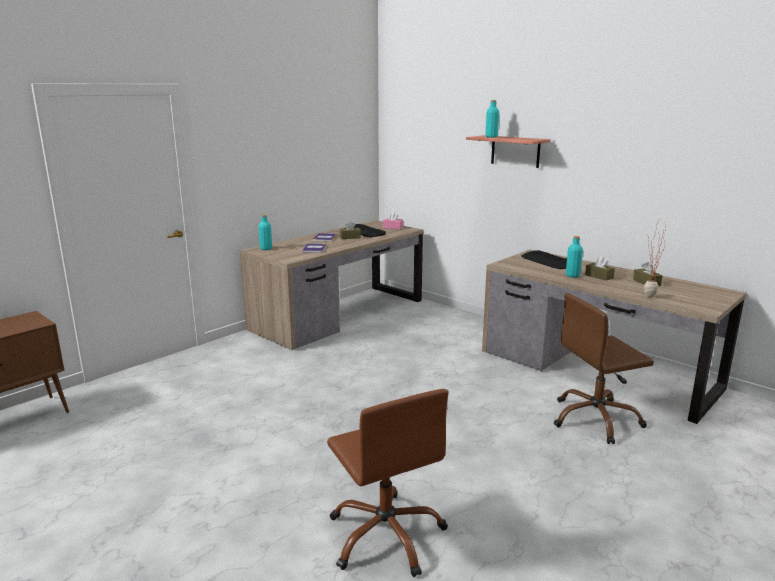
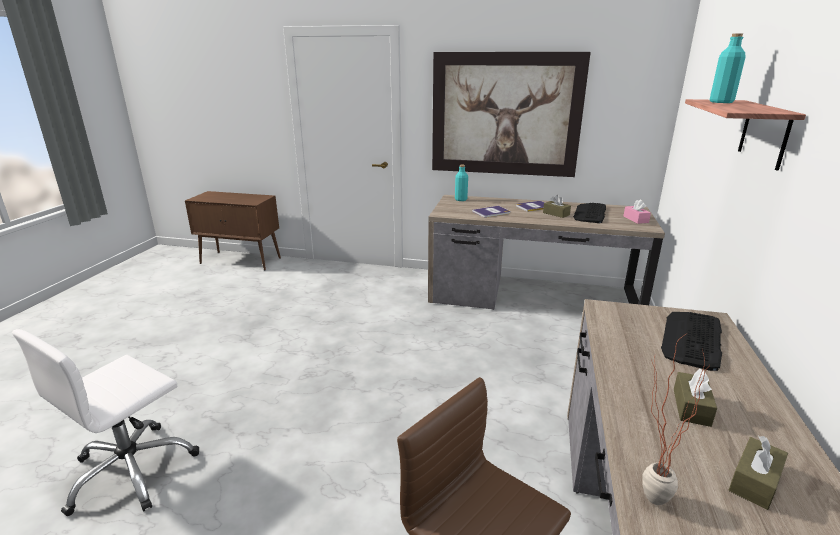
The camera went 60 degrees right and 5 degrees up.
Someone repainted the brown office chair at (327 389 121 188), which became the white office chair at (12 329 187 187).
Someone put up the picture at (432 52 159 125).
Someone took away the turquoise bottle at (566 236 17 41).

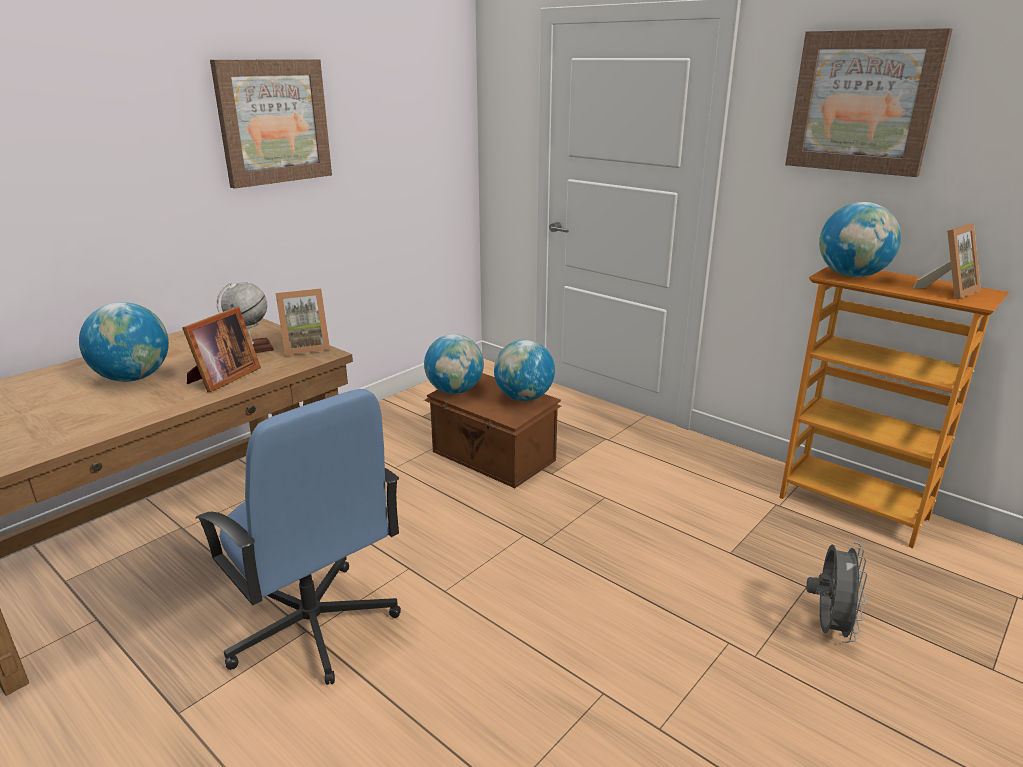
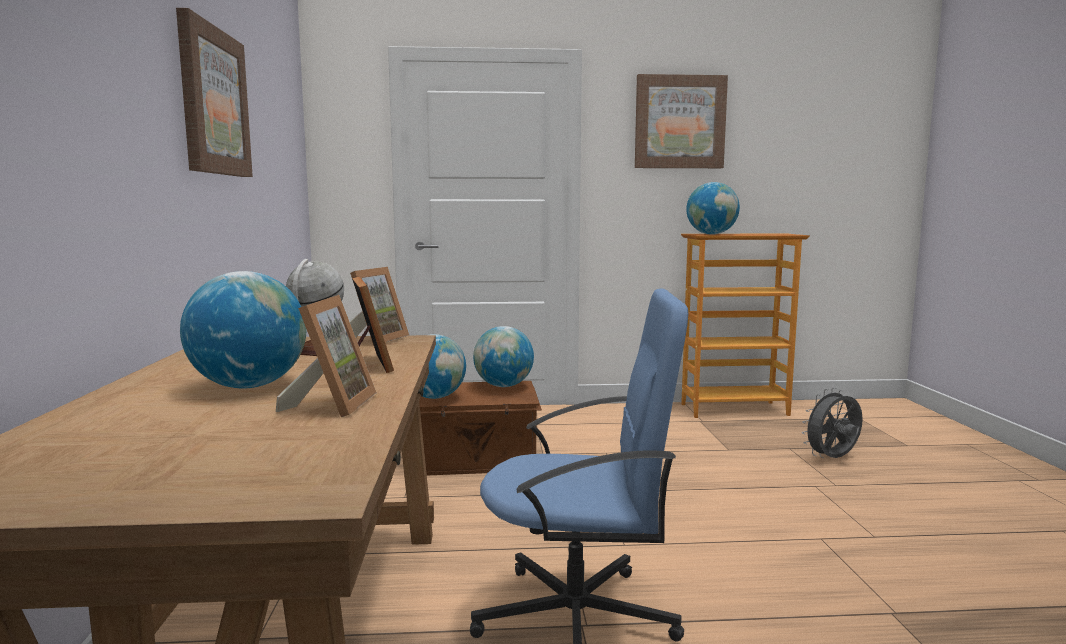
The camera went 45 degrees left and 15 degrees down.
Someone carried the picture frame from (913 223 68 76) to (276 295 101 122).
Someone rotated the grey fan at (806 542 61 101) by 90 degrees counterclockwise.

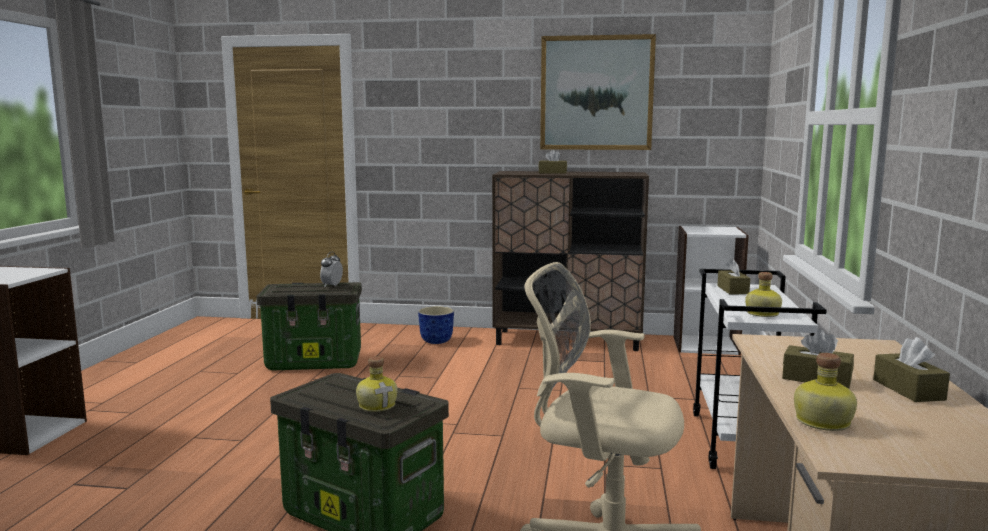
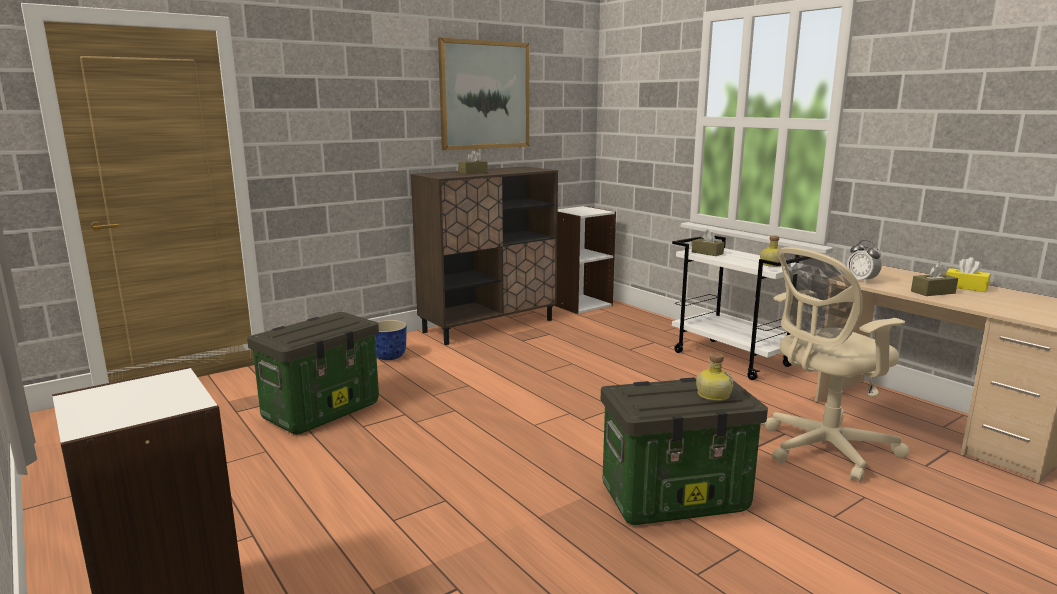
The camera went 45 degrees left and 5 degrees up.
Someone carried the alarm clock from (320 252 23 35) to (847 240 35 43).
Someone repainted the brown tissue box at (873 337 77 65), which became the yellow tissue box at (946 257 44 35).
Someone took away the bottle at (794 353 63 78).

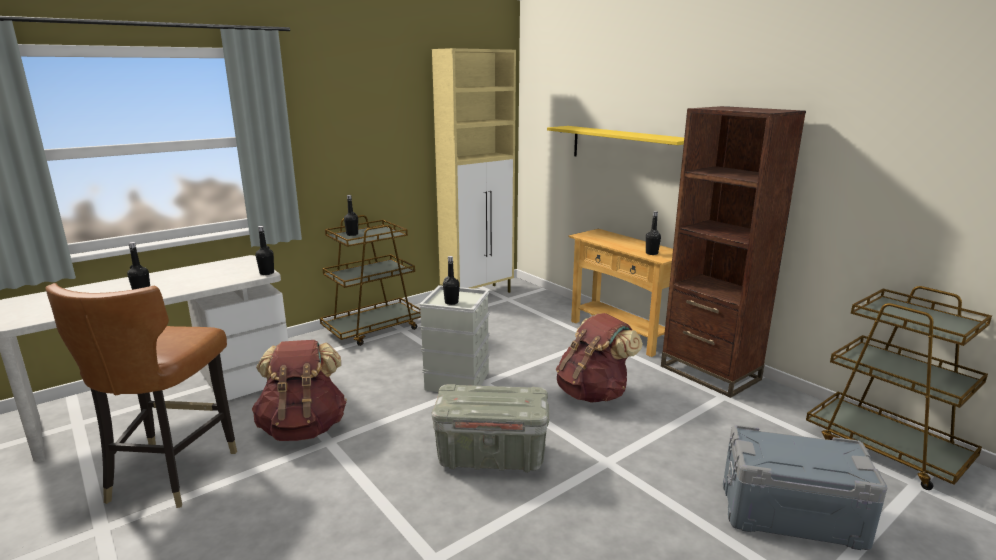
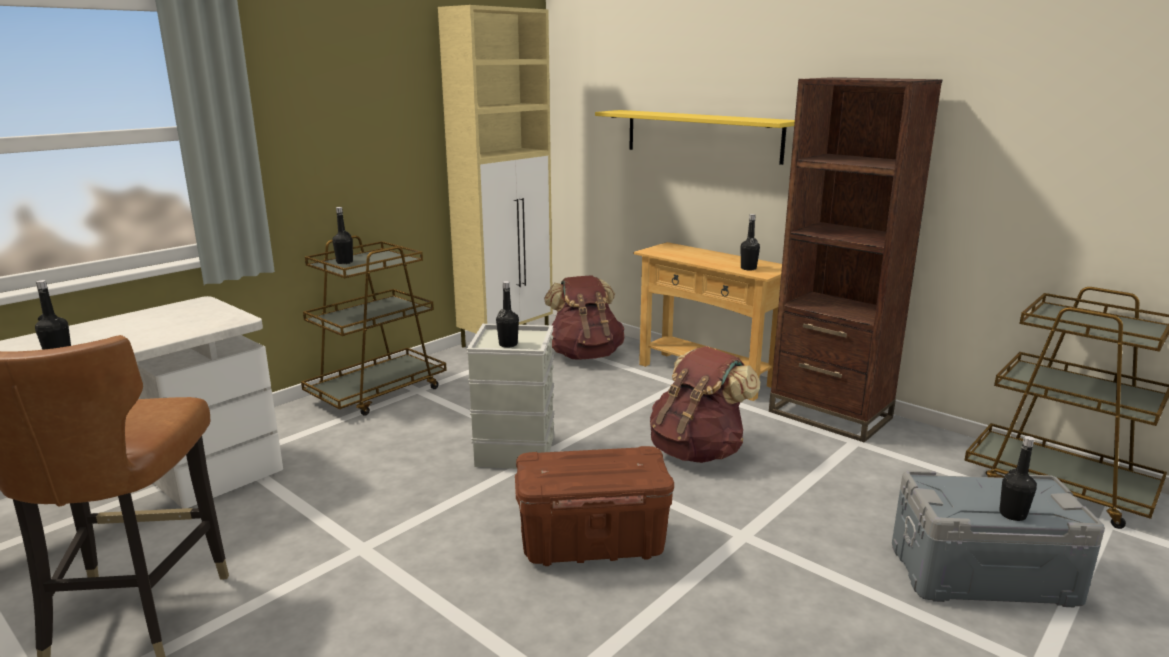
The camera went 10 degrees left and 0 degrees up.
Someone repainted the grey storage box at (432 384 117 88), which became the brown storage box at (515 446 159 120).
Someone carried the brown backpack from (252 340 95 101) to (544 275 80 85).
Someone carried the black bottle from (255 226 19 49) to (999 436 38 85).

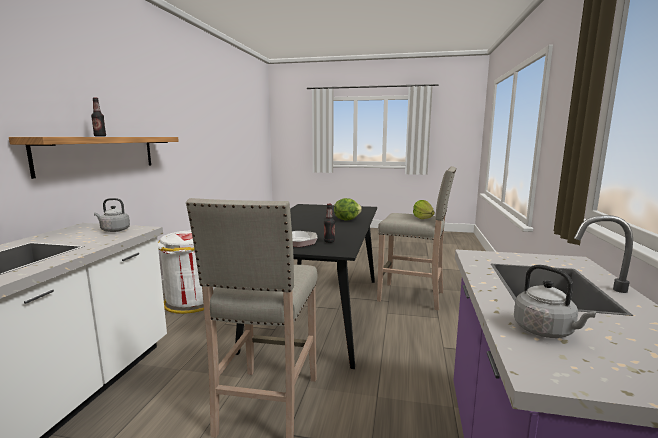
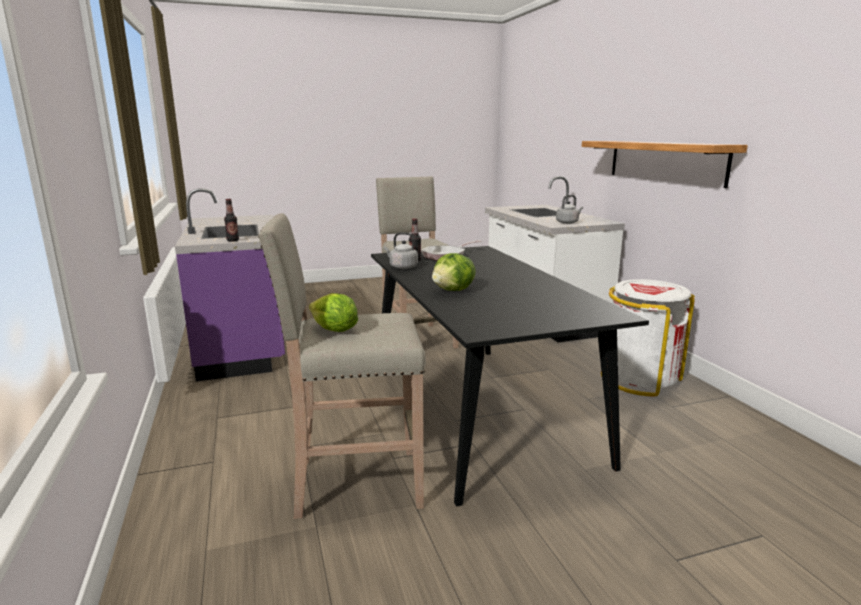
The camera went 150 degrees right and 5 degrees up.
Someone carried the bottle from (91 97 15 40) to (224 199 15 43).
Someone carried the grey kettle from (514 265 82 73) to (384 232 34 37).

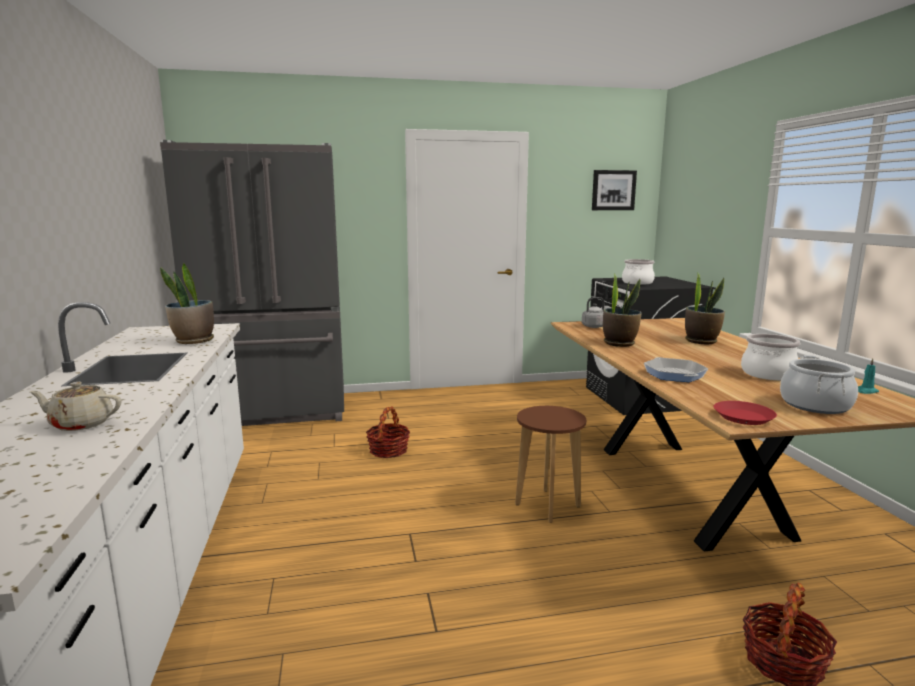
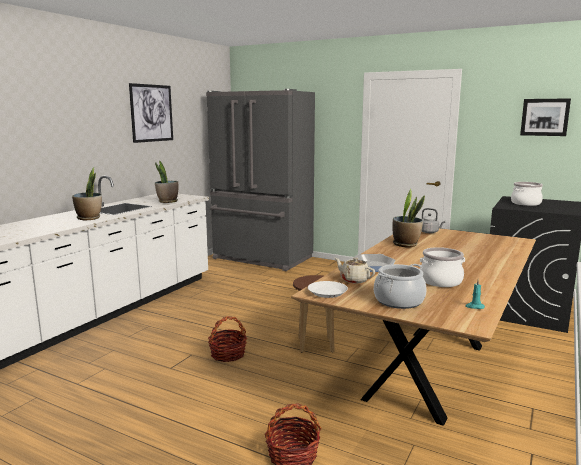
The camera went 40 degrees right and 0 degrees up.
Someone carried the potted plant from (685 272 40 72) to (72 168 30 52).
Someone put up the picture at (129 83 44 60).
Someone carried the basket from (366 406 44 52) to (208 316 39 46).
Someone repainted the red plate at (714 401 63 24), which became the white plate at (308 281 40 17).
Someone carried the beige teapot from (29 382 93 49) to (335 257 40 26).

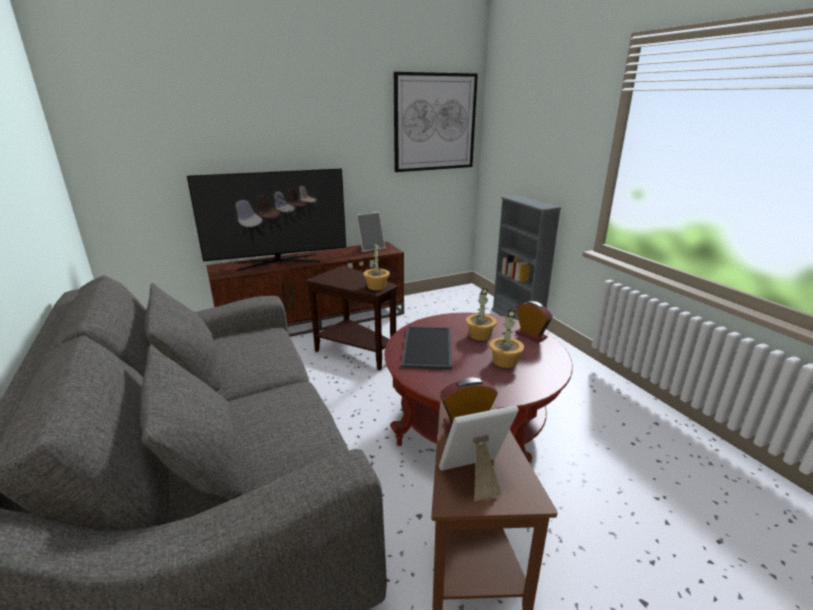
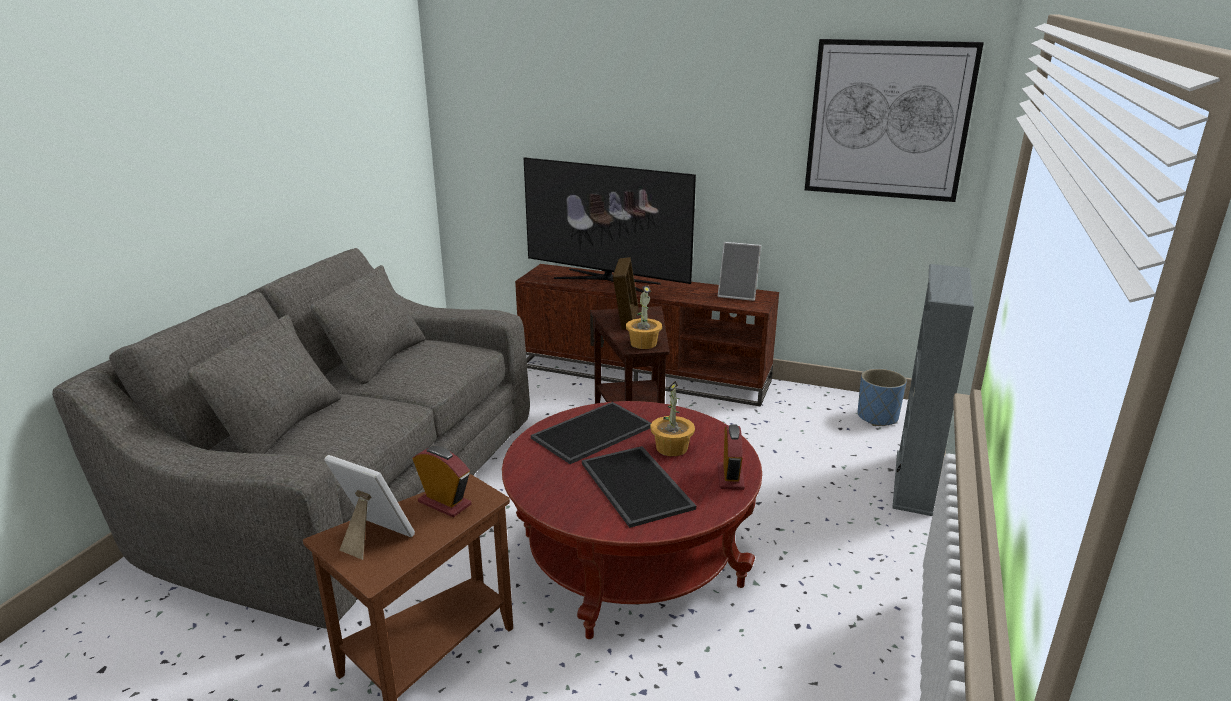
The camera went 45 degrees right and 0 degrees up.
Someone swapped the potted plant at (490 310 34 58) for the tray at (582 446 114 82).
Someone put down the picture frame at (613 257 25 73).
Someone put down the blue planter at (858 369 49 57).

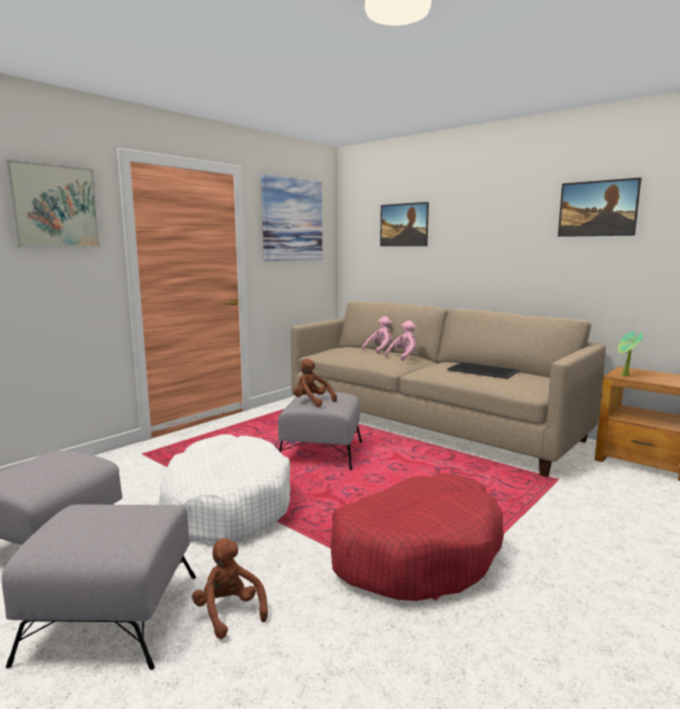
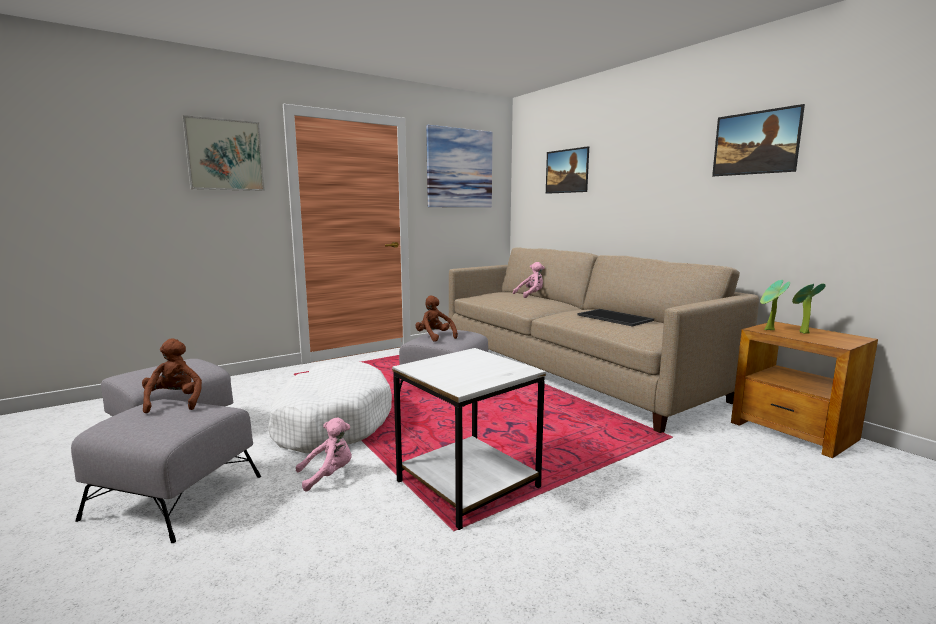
The camera went 15 degrees right and 0 degrees up.
Someone carried the brown plush toy from (192 538 76 101) to (142 339 60 74).
Someone carried the pink plush toy from (385 321 31 40) to (296 417 56 75).
Someone swapped the red dog bed at (330 473 174 128) for the white side table at (392 348 154 182).
Someone put down the potted plant at (792 283 34 51).

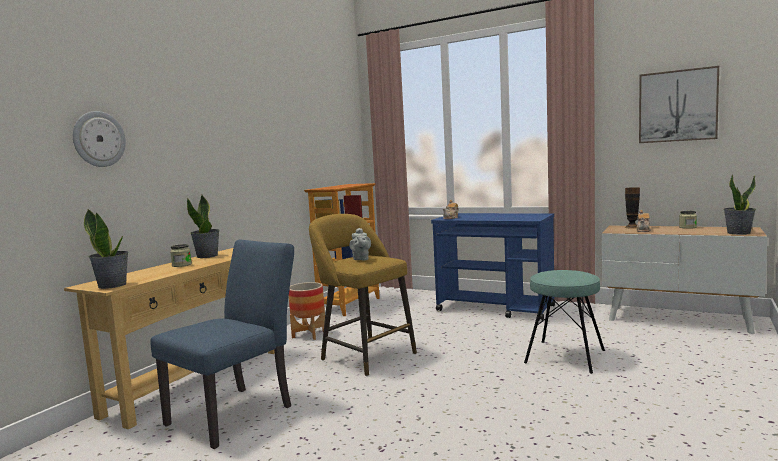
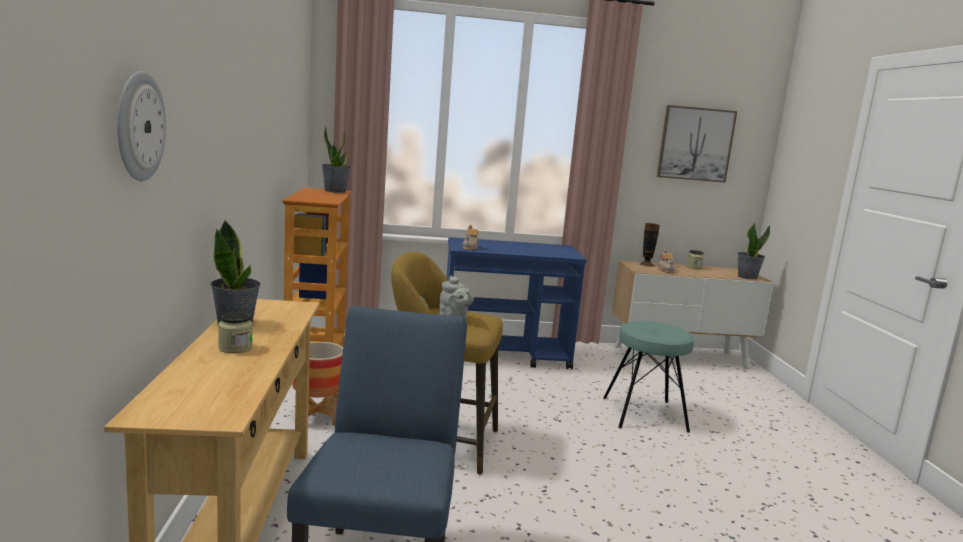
The camera went 35 degrees left and 5 degrees up.
Someone carried the potted plant from (84 209 45 80) to (322 127 28 66).

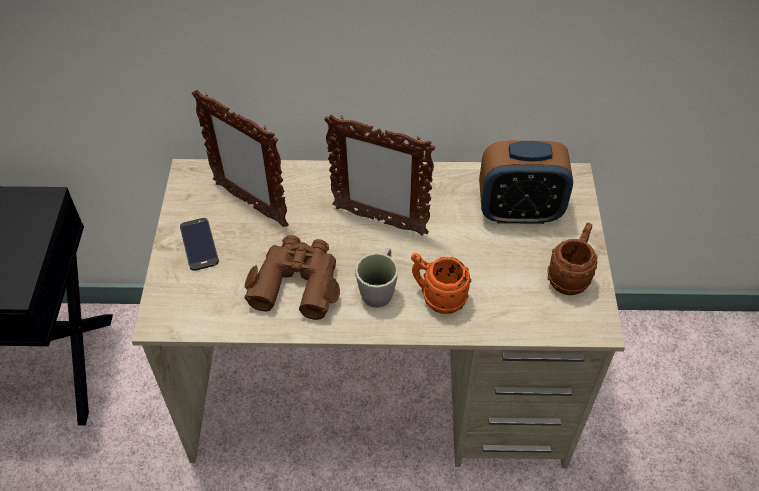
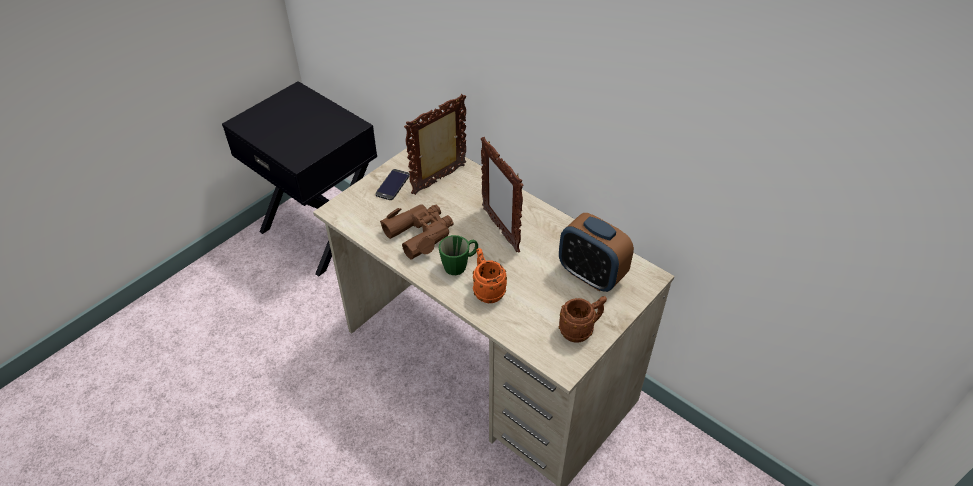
The camera went 40 degrees right and 5 degrees down.
Someone rotated the picture frame at (192 90 97 137) by 60 degrees clockwise.
Someone repainted the grey mug at (355 248 44 60), which became the green mug at (439 235 39 40).

